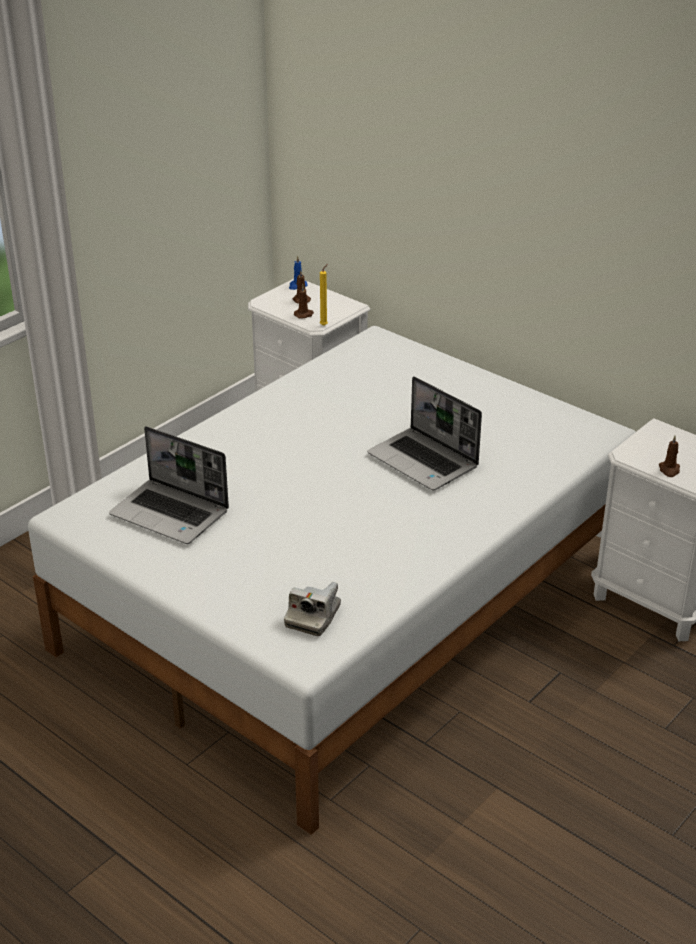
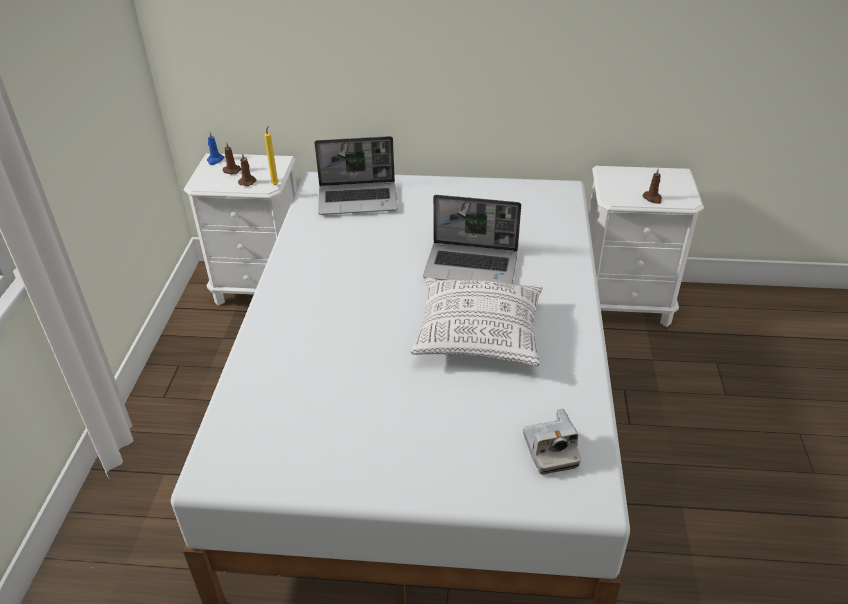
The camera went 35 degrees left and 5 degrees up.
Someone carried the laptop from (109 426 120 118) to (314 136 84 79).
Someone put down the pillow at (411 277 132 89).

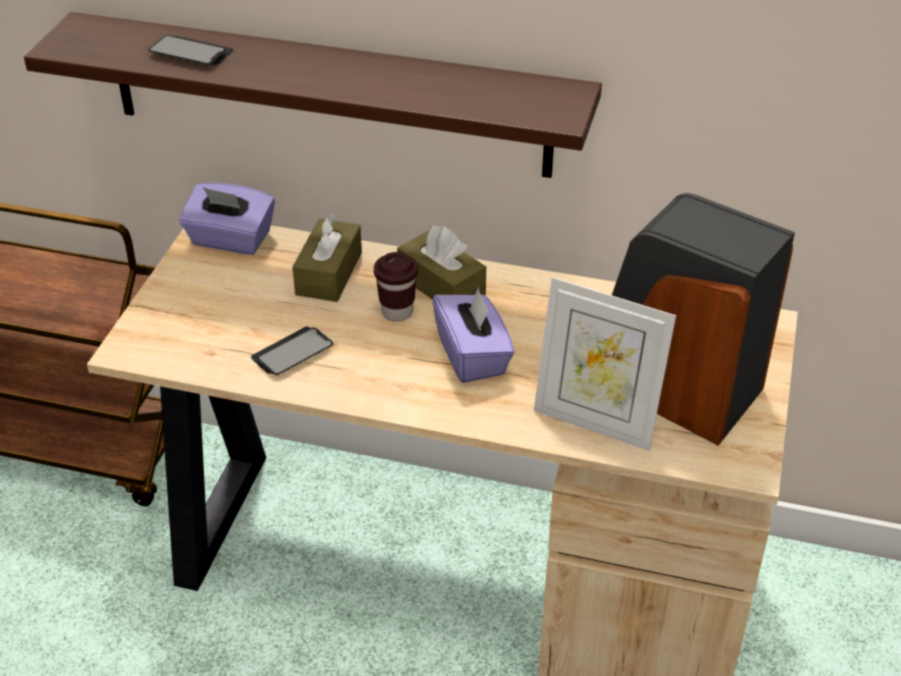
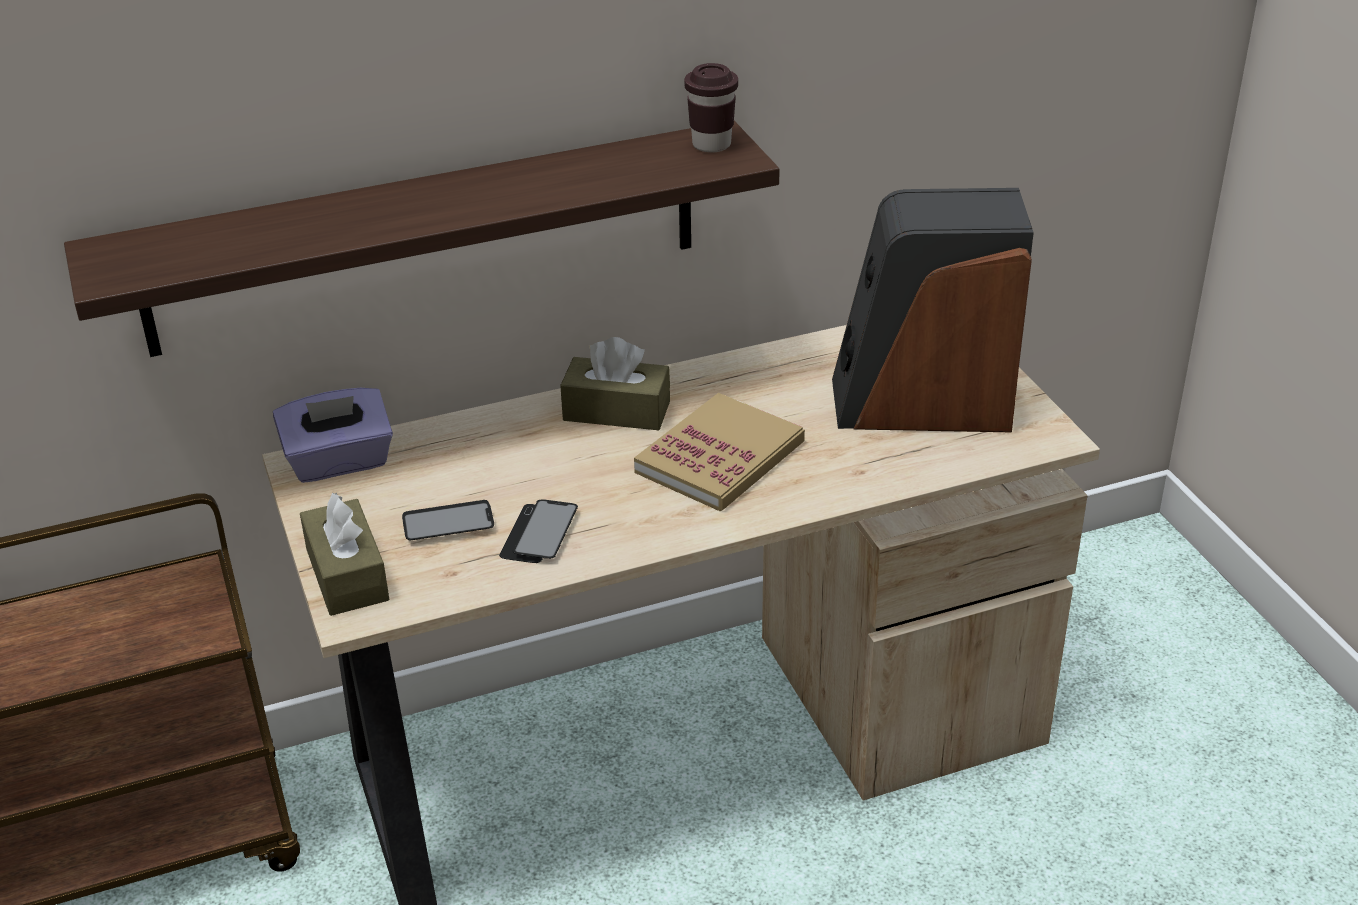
The camera went 35 degrees left and 5 degrees down.
Someone carried the brown tissue box from (292 212 70 90) to (300 493 89 123).
Someone carried the phone from (148 35 85 30) to (402 500 92 41).
Someone swapped the purple tissue box at (432 286 82 97) for the book at (634 393 171 119).
Someone carried the brown cup from (374 252 44 70) to (684 63 54 90).
Someone took away the picture frame at (534 277 142 174).

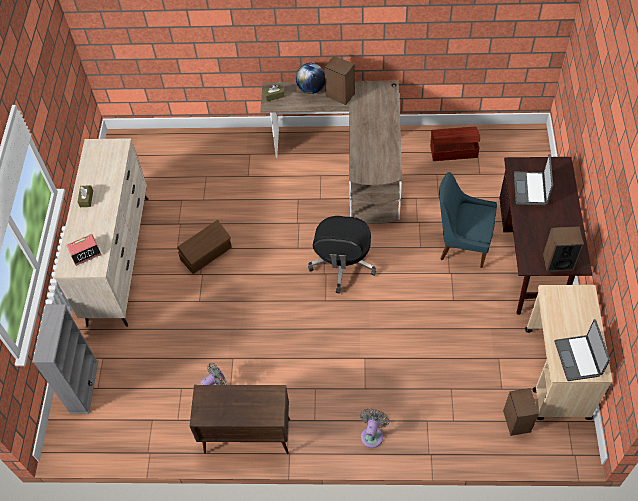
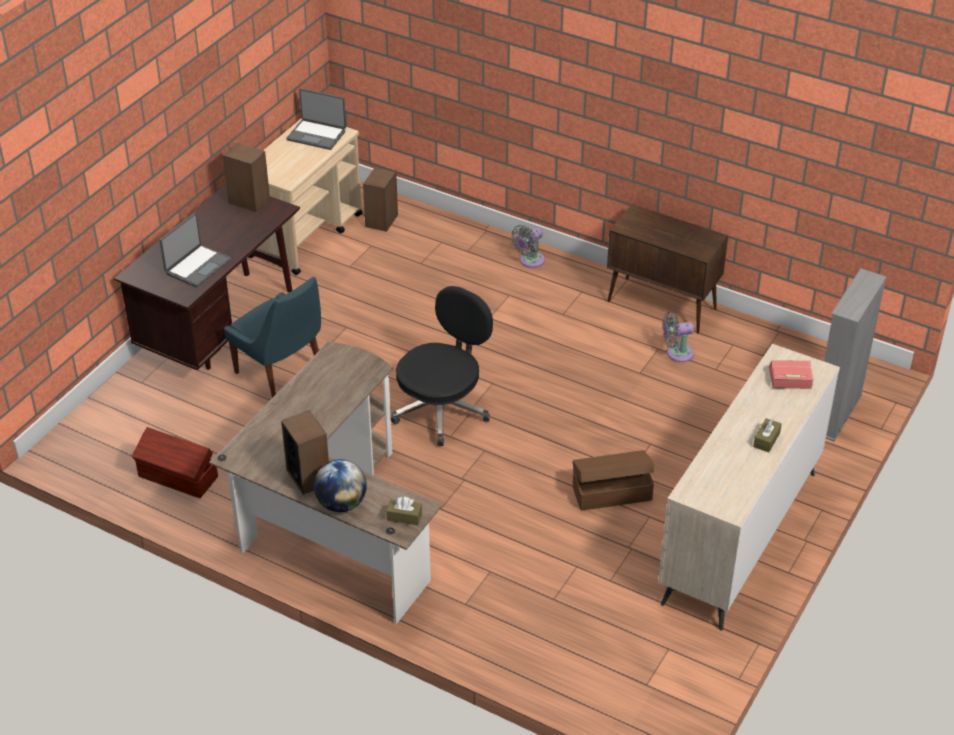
The camera went 155 degrees left and 15 degrees down.
Someone rotated the laptop at (554 319 56 62) by 90 degrees clockwise.

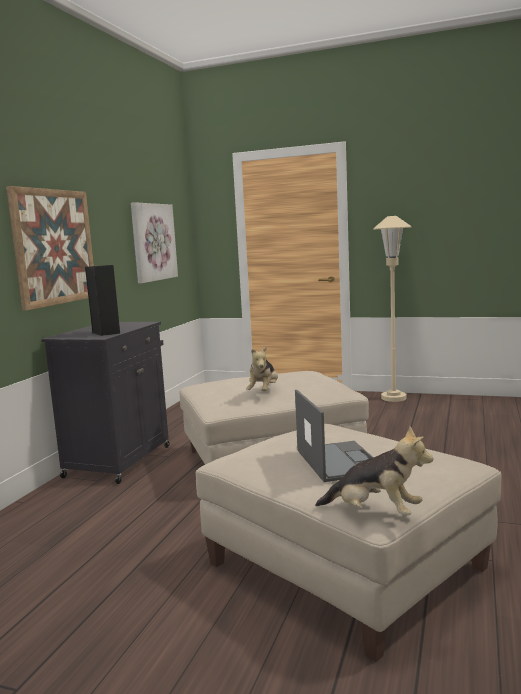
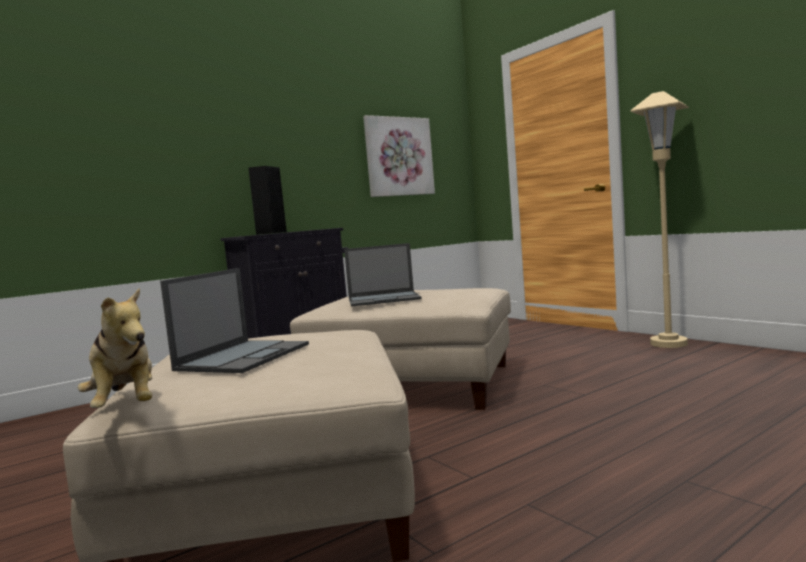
The camera went 35 degrees right and 5 degrees down.
Someone swapped the plush toy at (246 346 32 45) for the laptop at (344 243 78 63).
Someone took away the picture at (6 186 88 125).

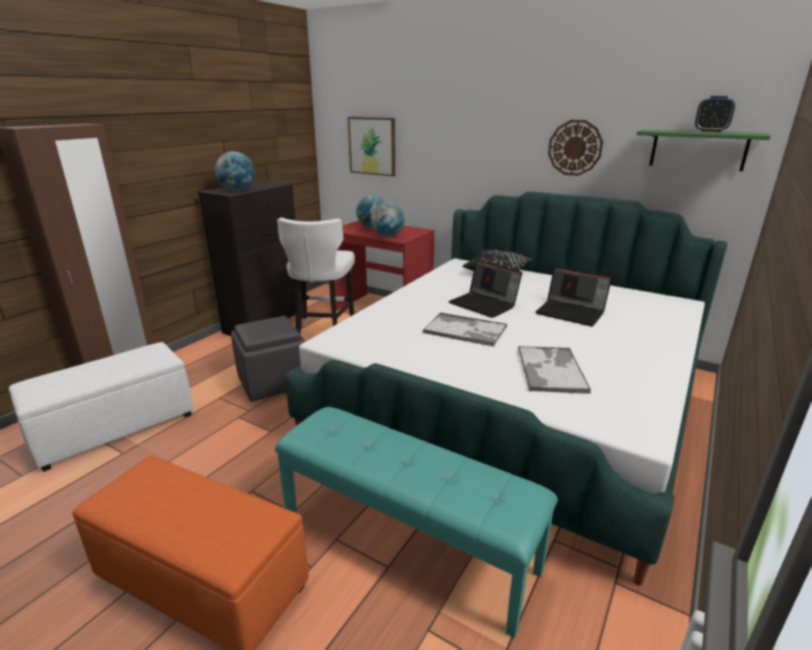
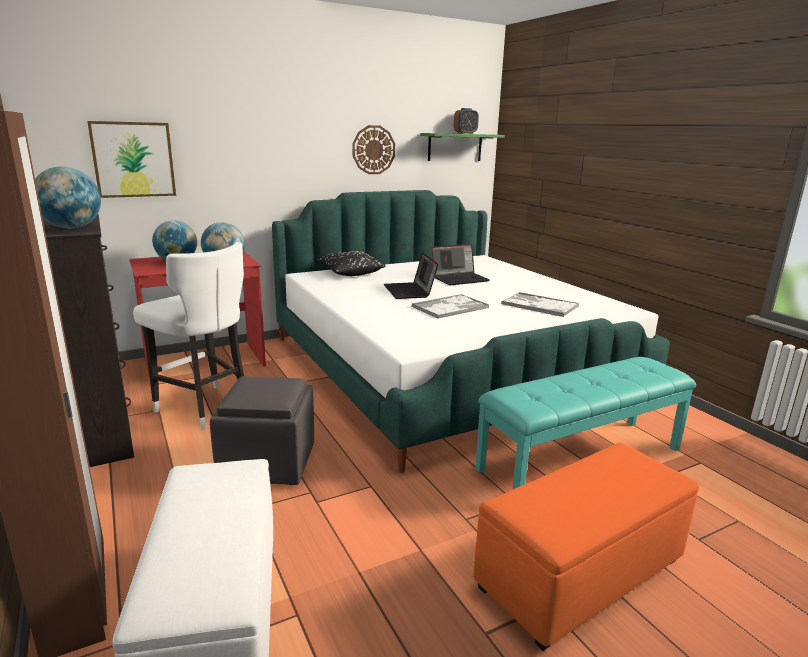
The camera went 60 degrees left and 5 degrees down.
Someone rotated the laptop at (449 260 73 58) by 90 degrees clockwise.

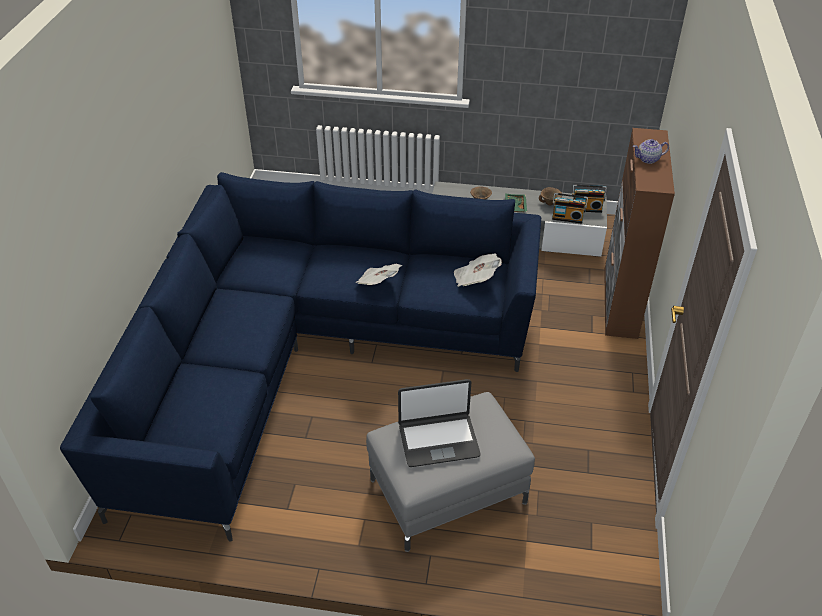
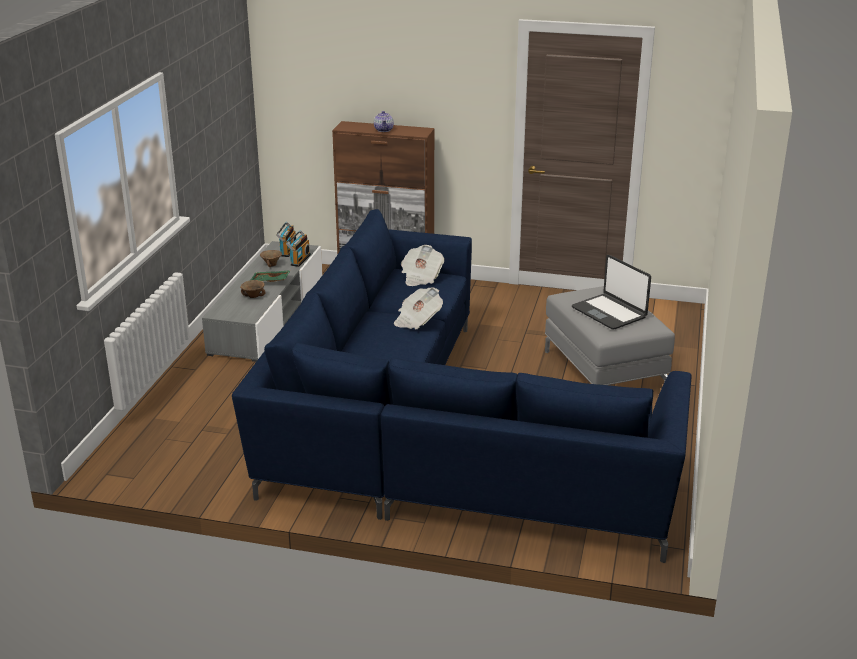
The camera went 85 degrees left and 15 degrees down.
Someone rotated the laptop at (398 379 83 88) by 150 degrees clockwise.

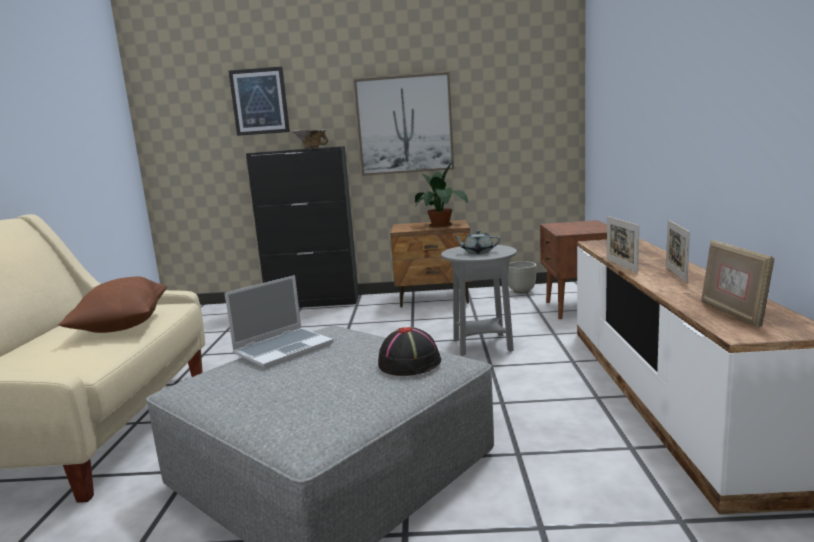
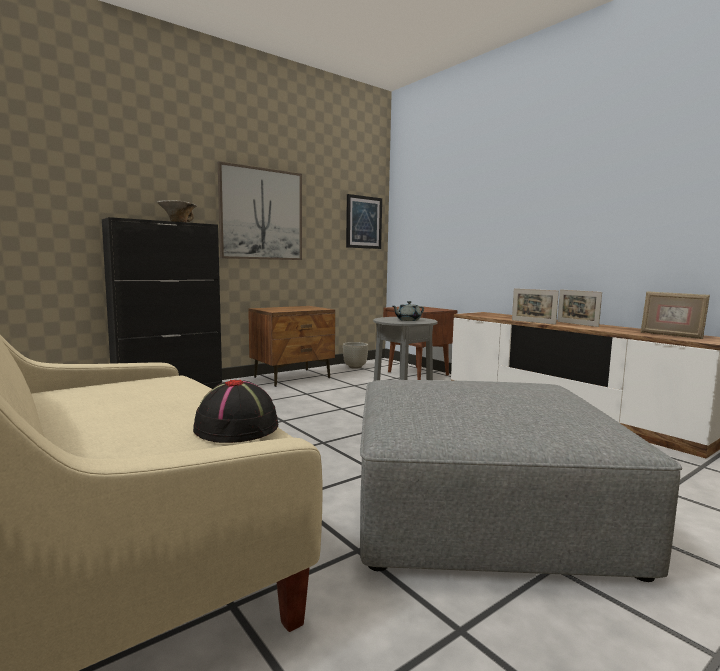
The camera went 40 degrees left and 5 degrees down.
Someone carried the black hat from (378 327 63 49) to (193 380 85 63).
Someone carried the picture from (229 67 61 69) to (346 194 36 55).
Someone took away the brown pillow at (58 276 109 57).
Someone took away the laptop at (225 275 109 93).
Someone took away the potted plant at (415 162 53 65).

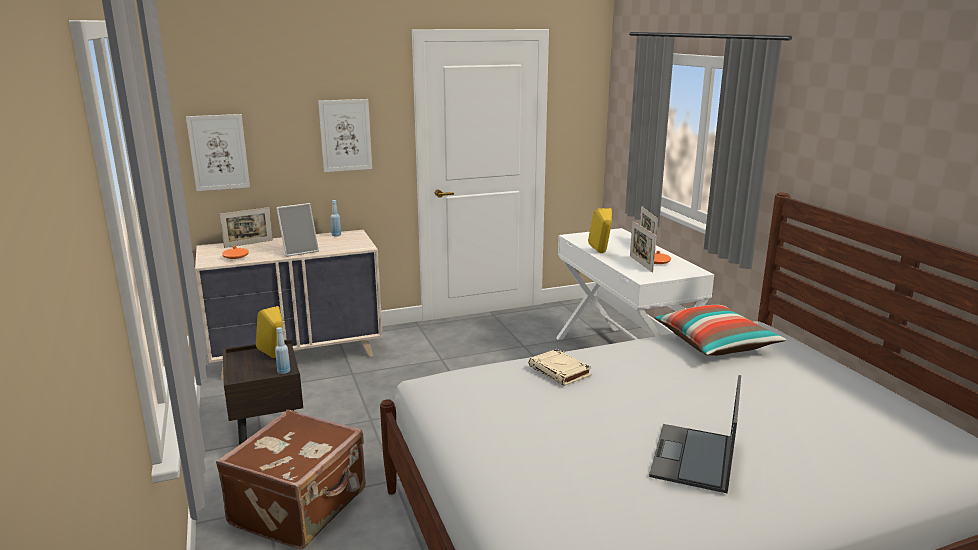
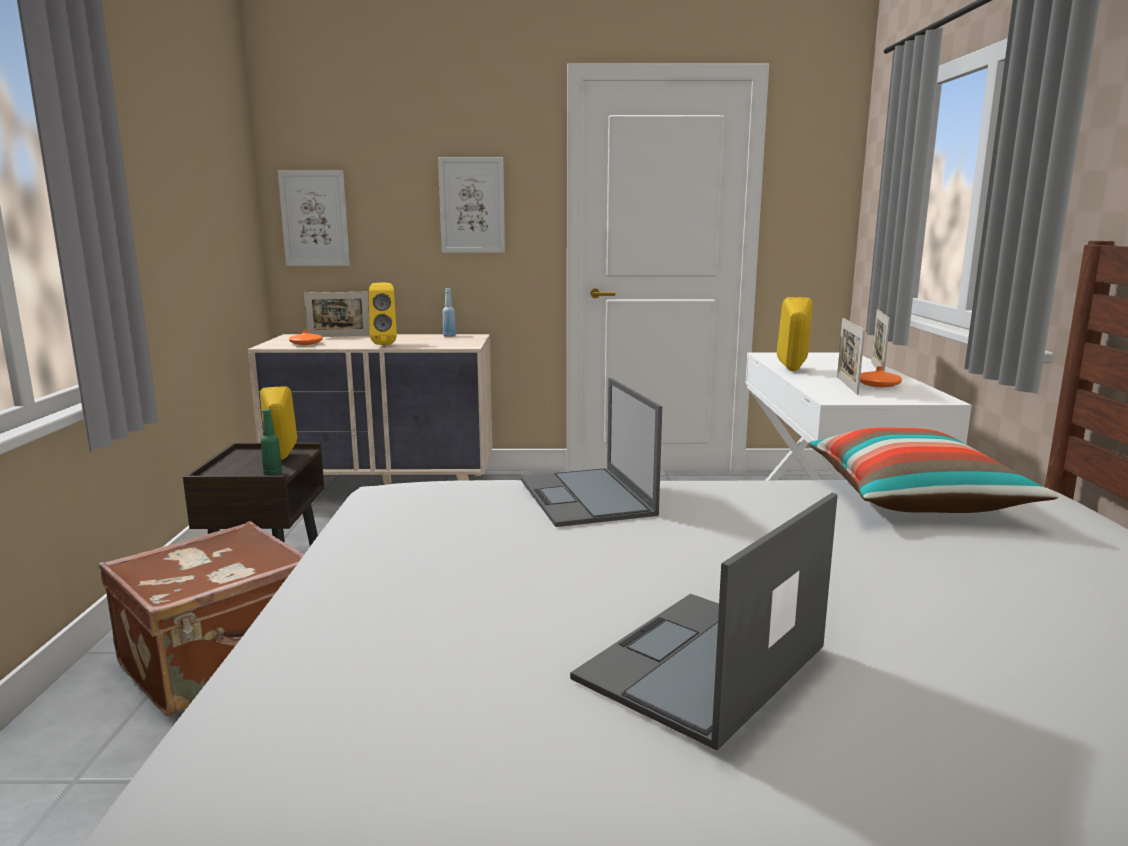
The camera went 20 degrees right and 5 degrees down.
Someone repainted the blue bottle at (275 327 15 47), which became the green bottle at (261 409 21 66).
Someone swapped the picture frame at (276 203 43 54) for the yellow speaker at (369 283 28 62).
Someone swapped the beige book at (529 349 63 37) for the laptop at (521 378 141 149).

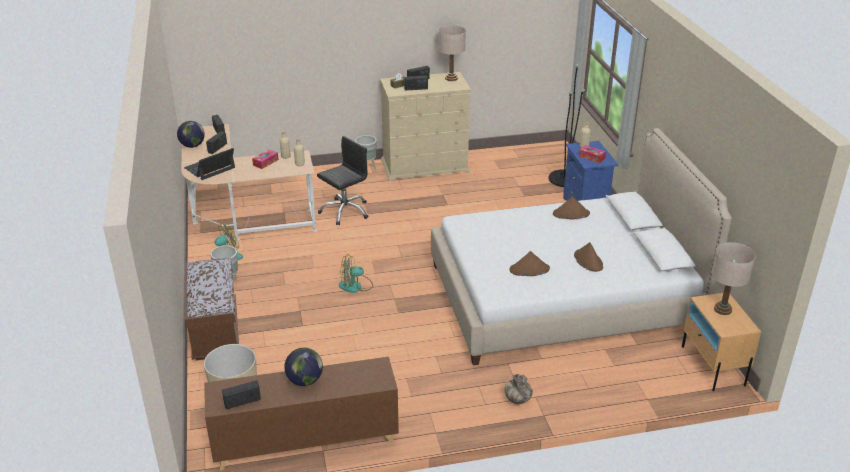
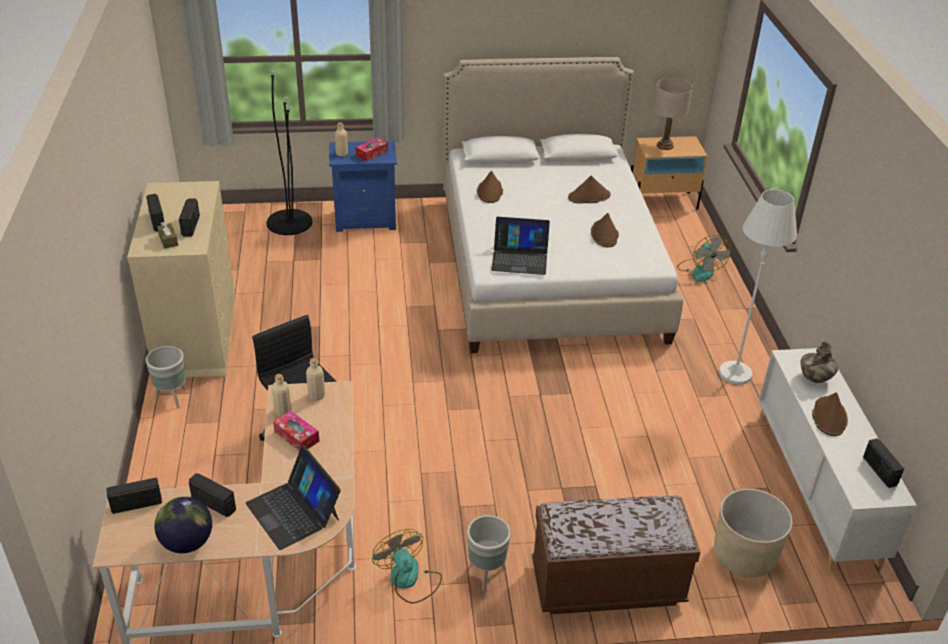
The camera went 85 degrees left and 5 degrees up.
Someone put down the laptop at (491 217 59 58).
Someone carried the fan from (339 254 34 39) to (677 235 54 47).
Someone put down the white floor lamp at (719 189 78 196).
Someone repainted the brown cabinet at (204 357 195 114), which became the white cabinet at (759 348 158 223).
Someone carried the vase from (504 374 29 30) to (801 341 37 42).
Someone swapped the globe at (284 348 39 38) for the brown hat at (812 392 36 44).
Someone took away the beige table lamp at (438 25 28 56).

